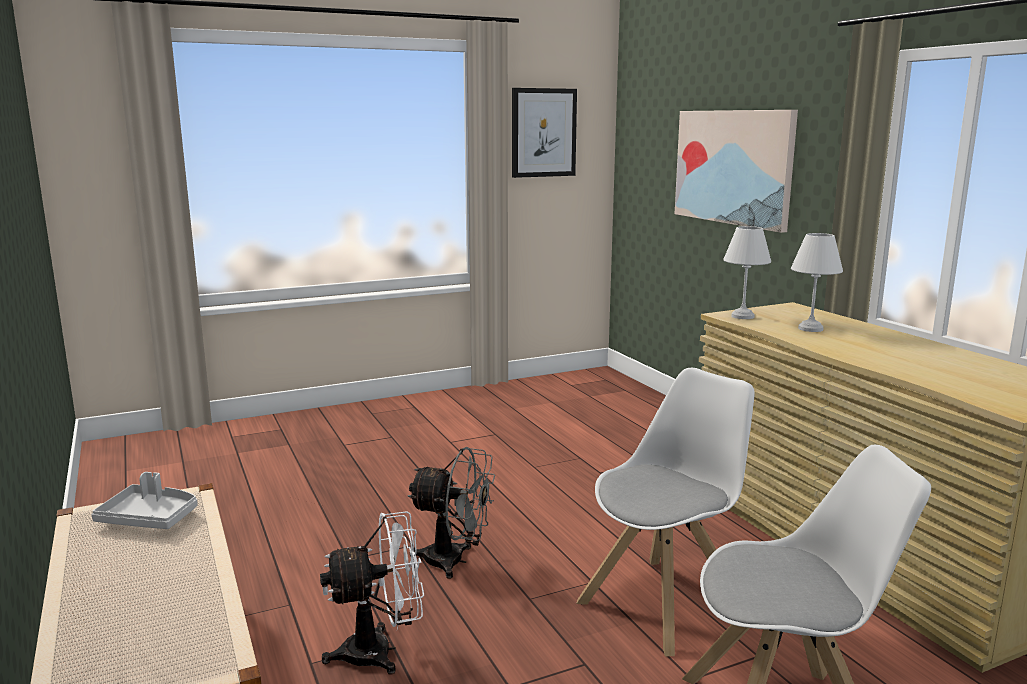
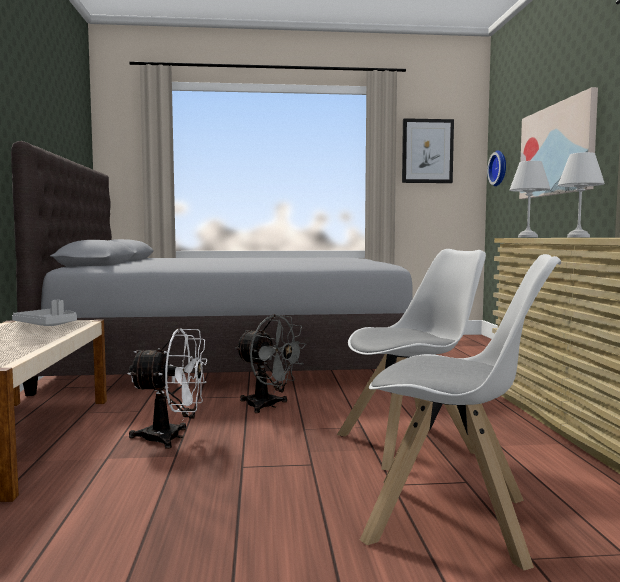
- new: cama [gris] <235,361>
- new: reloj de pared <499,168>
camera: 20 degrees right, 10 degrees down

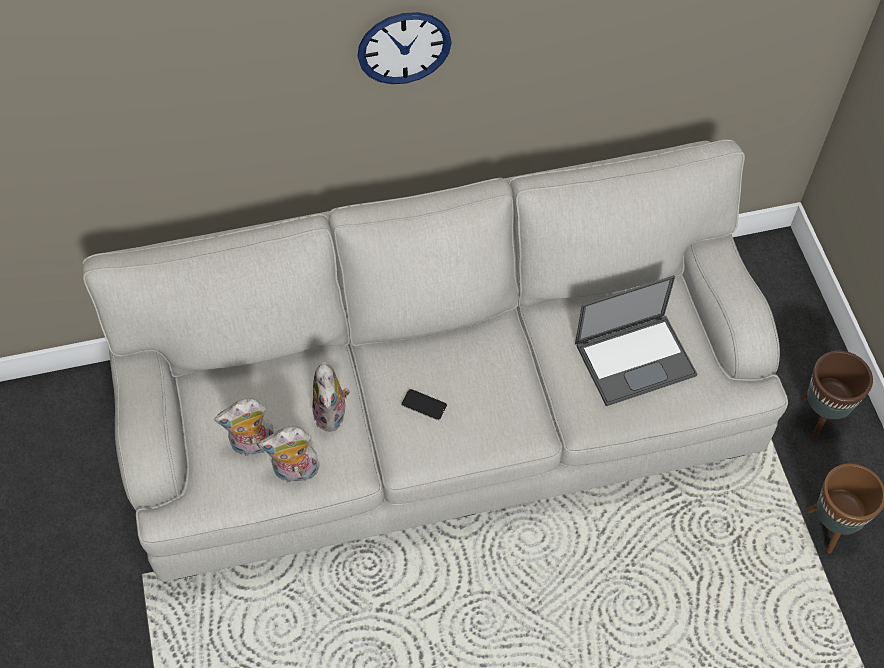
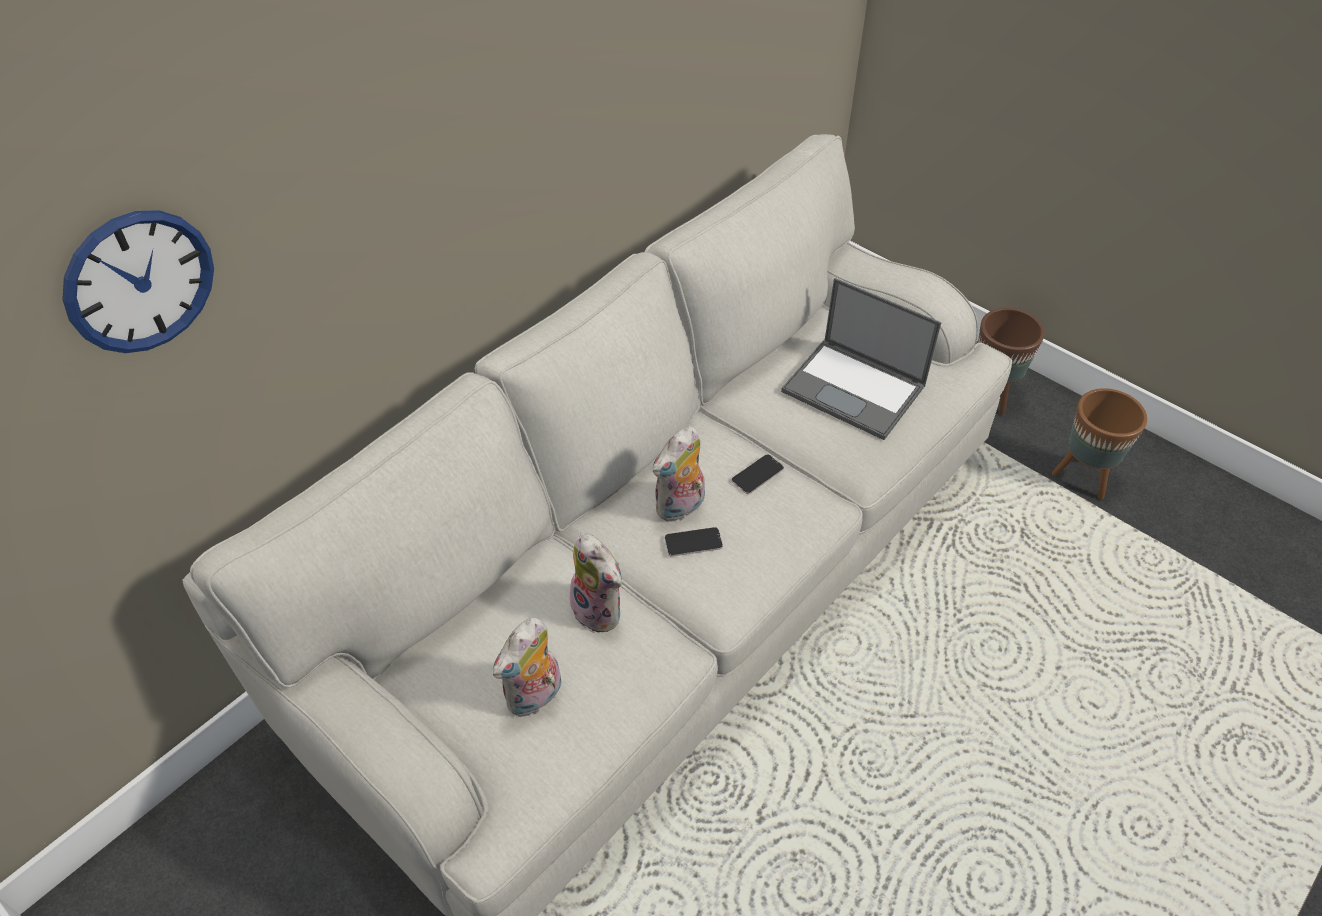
- shifted: peluche <295,472> to <680,508>
- shifted: reloj de pared <404,47> to <140,282>
- rotated: portátil <636,358> = <855,389> 90 degrees clockwise
- new: móvil <757,475>
camera: 35 degrees left, 10 degrees down

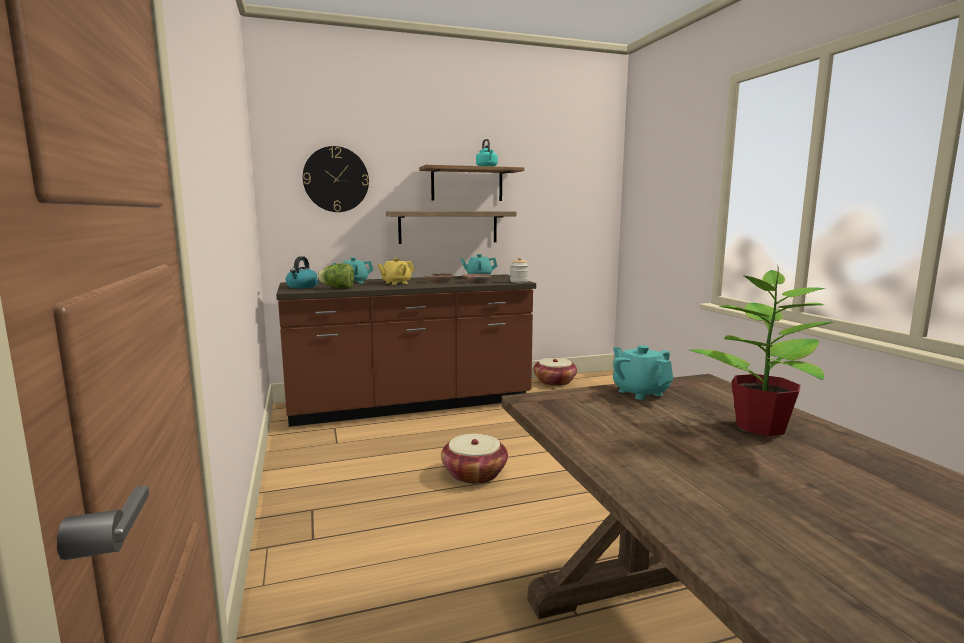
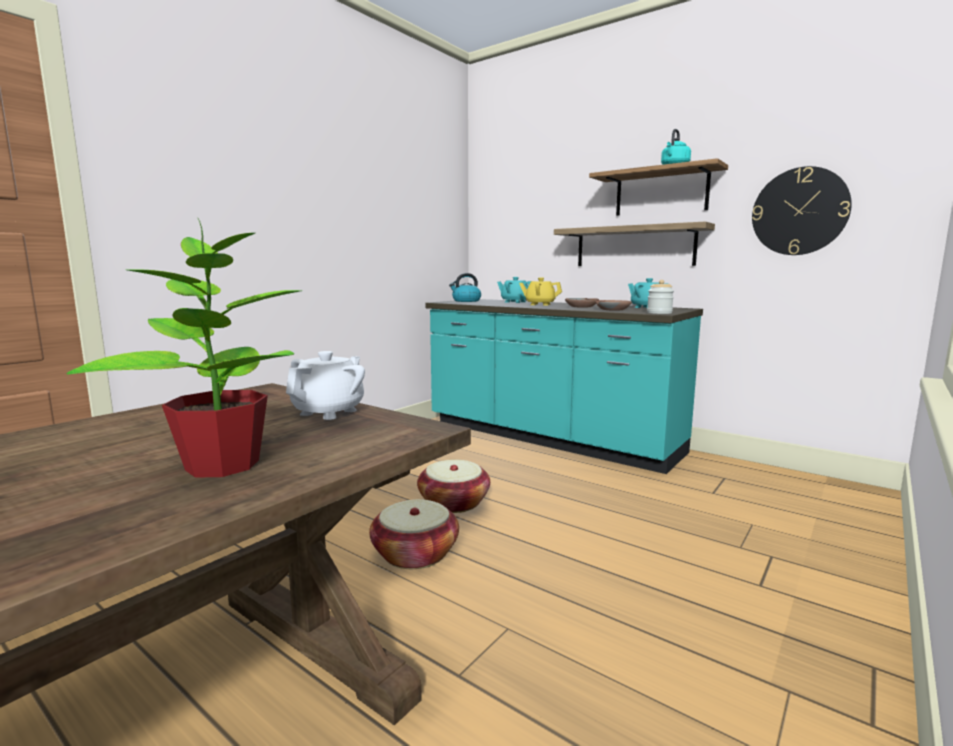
- repainted: mueble bajo de cocina [marrón] <410,405> to mueble bajo de cocina [turquesa] <549,438>
- shifted: reloj de pared <336,179> to <799,211>
- gone: lechuga <337,288>
- shifted: cesta <554,382> to <415,554>
- repainted: tetera [turquesa] <640,392> to tetera [blanco] <329,412>
camera: 55 degrees right, 0 degrees up

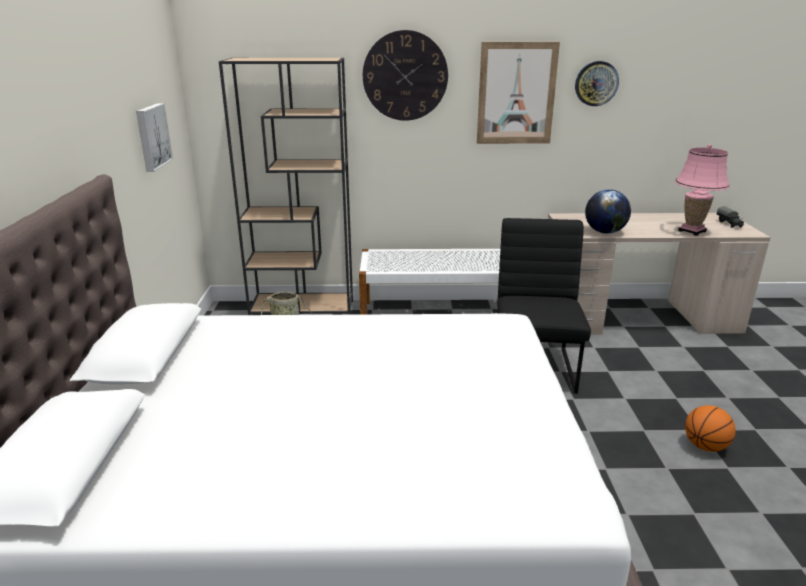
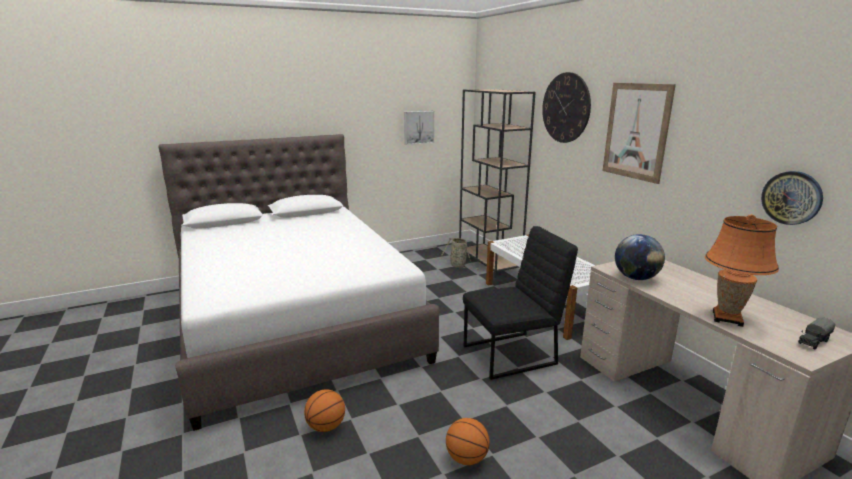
- shifted: reloj de pared <596,83> to <791,197>
- repainted: lámpara de mesa [rosa] <692,231> to lámpara de mesa [naranja] <727,318>
- new: balón de baloncesto <326,426>
camera: 65 degrees right, 5 degrees down

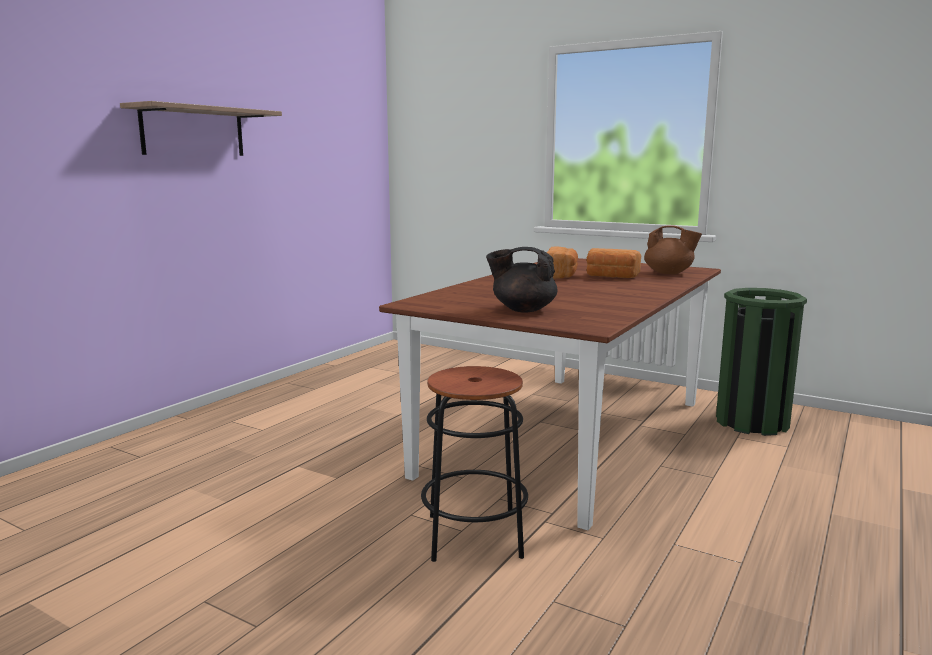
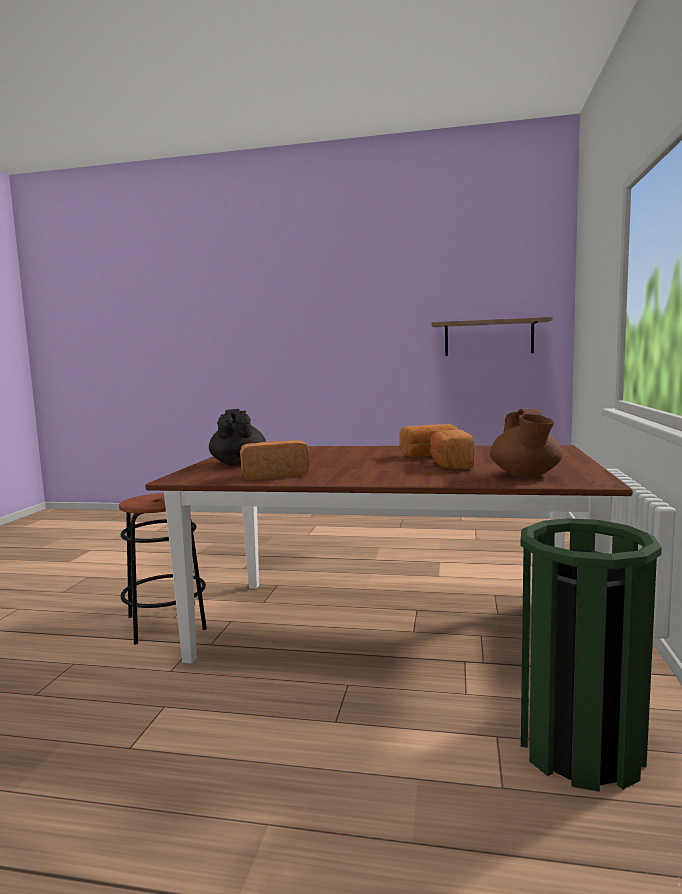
- shifted: estante <193,132> to <488,338>
- new: pan <273,475>
camera: 70 degrees right, 5 degrees down

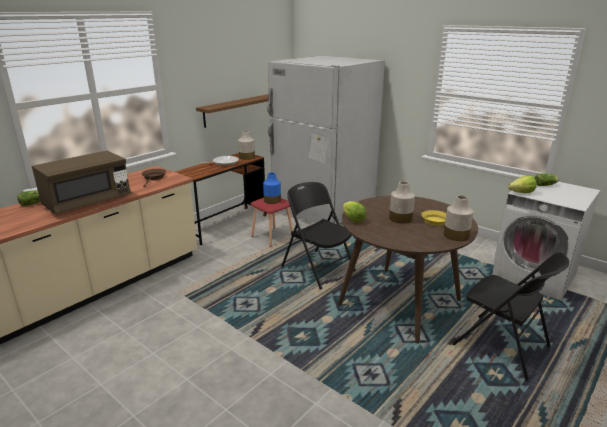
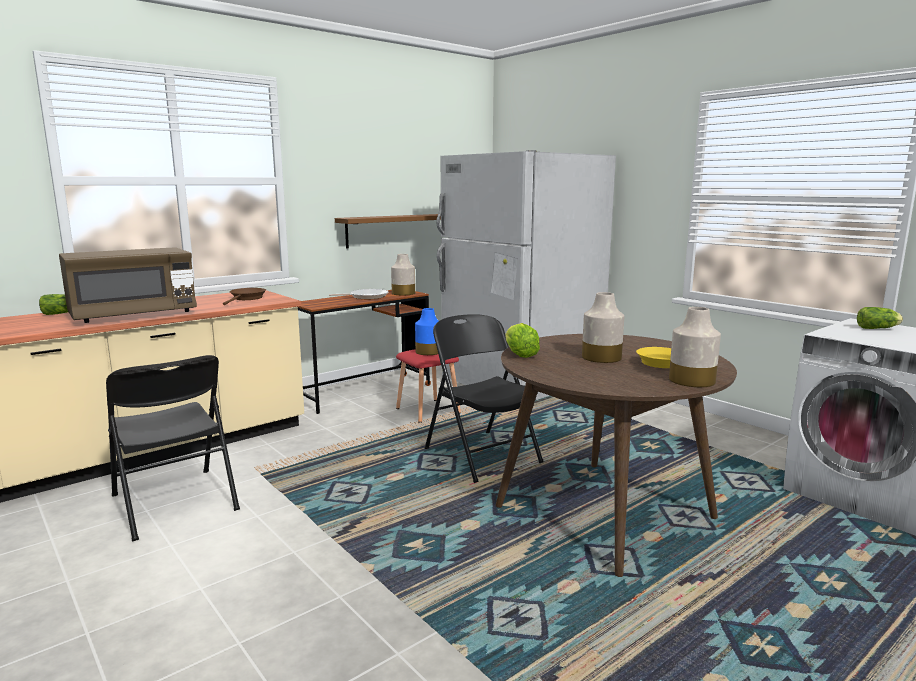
- shifted: silla [negro] <501,346> to <174,503>
- gone: lechuga <521,193>
camera: 10 degrees right, 10 degrees down

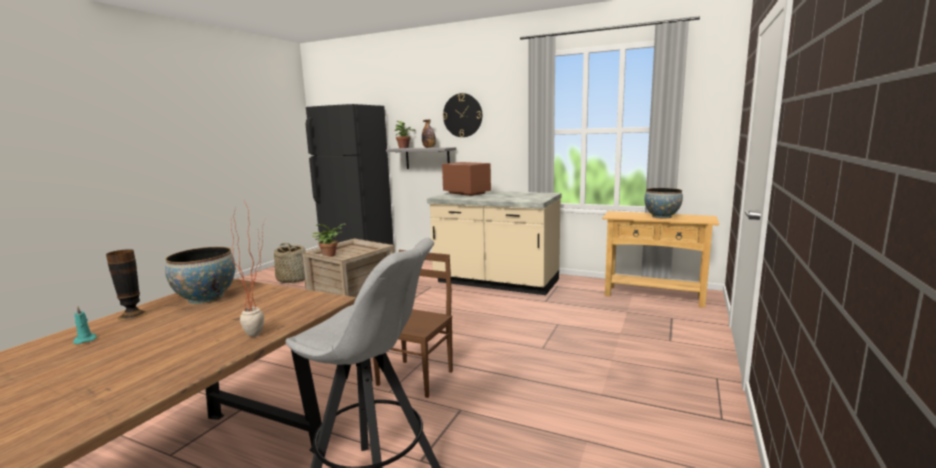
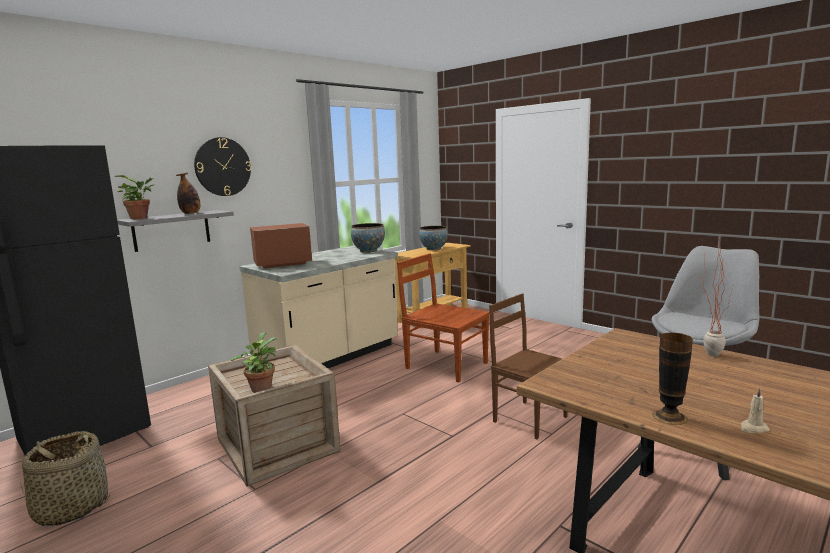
- repainted: vela [turquesa] <85,340> to vela [beis] <753,428>
- shifted: cuenco <206,298> to <368,251>
- new: silla [marrón] <445,365>
camera: 70 degrees left, 0 degrees up

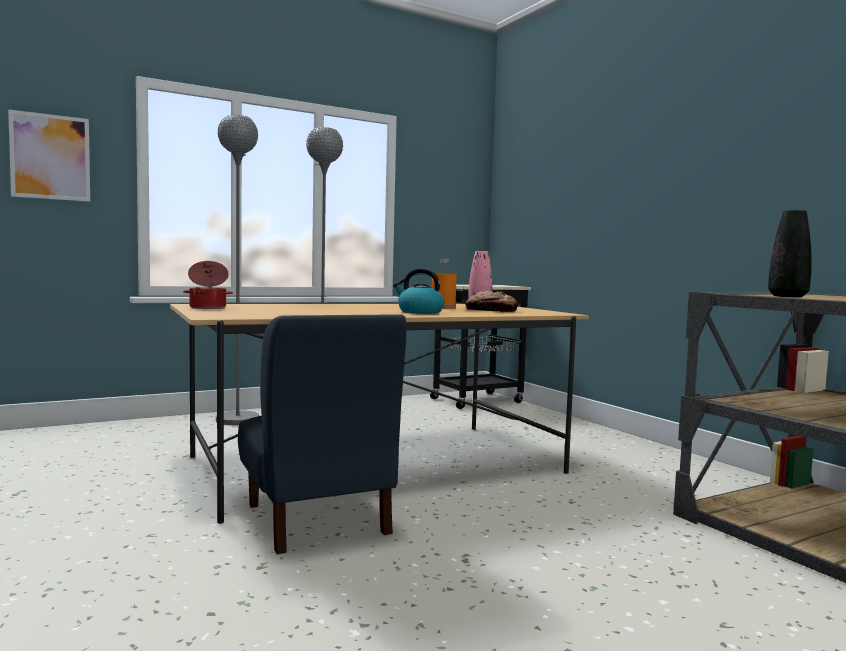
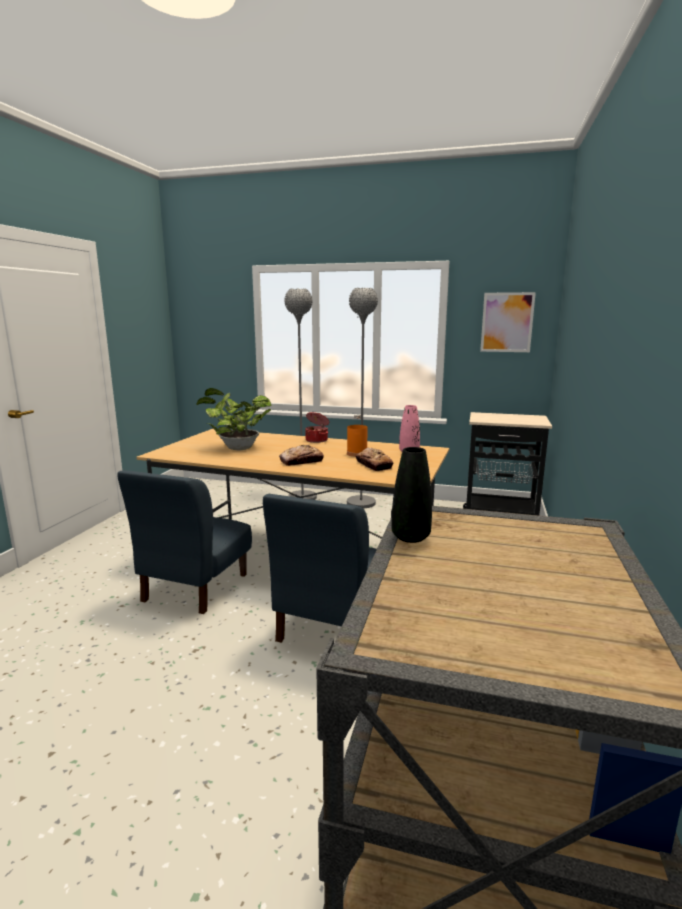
- shifted: cuadro <50,157> to <507,322>
- shifted: olla <208,308> to <317,440>
- swapped: hervidor <419,312> to pan <301,461>
- new: planta en maceta <236,448>
- new: silla [azul] <330,624>
camera: 45 degrees right, 10 degrees up

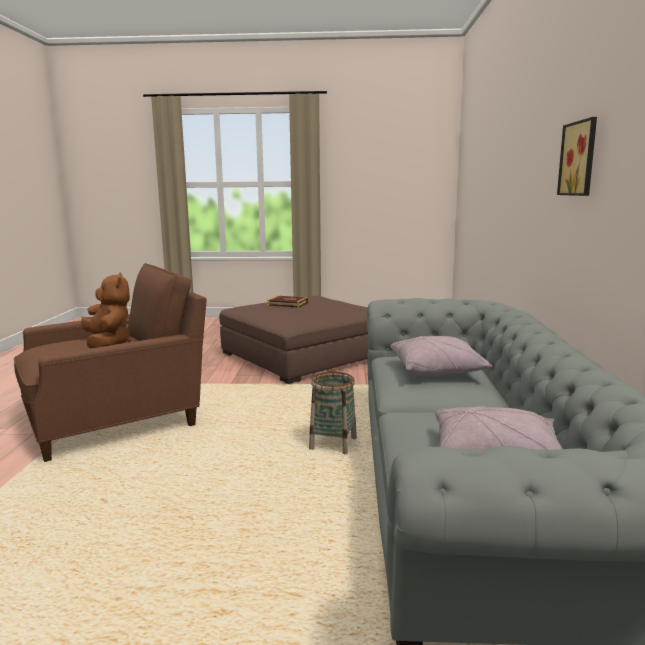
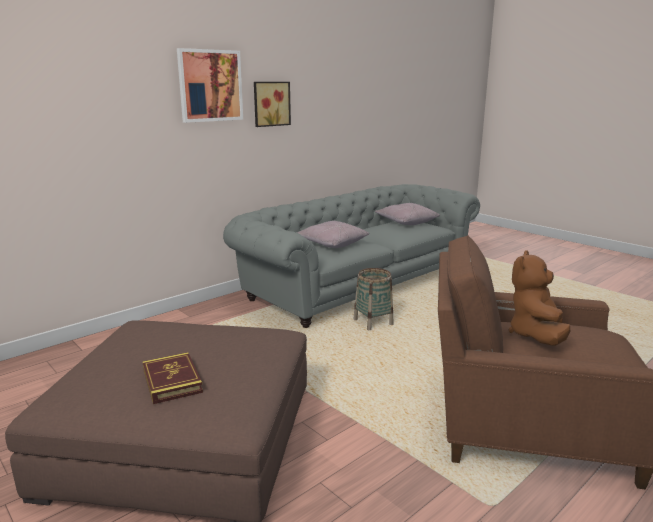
- new: cuadro <210,85>
camera: 135 degrees left, 5 degrees up

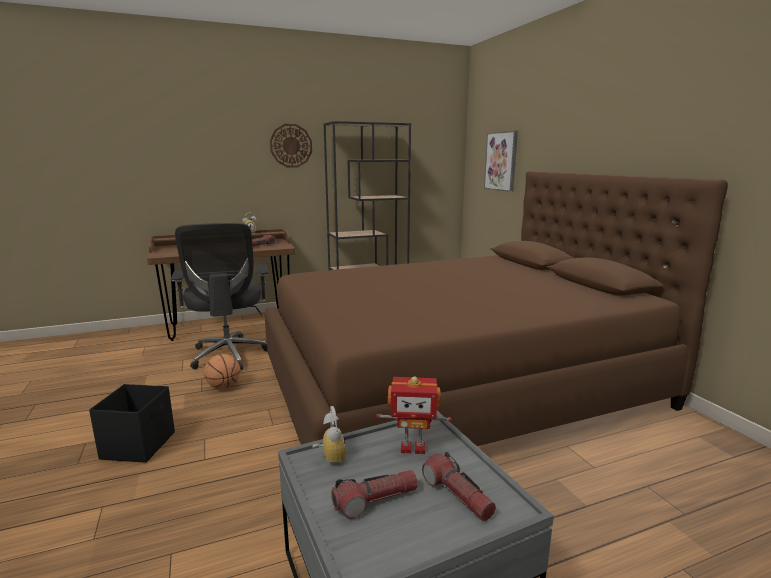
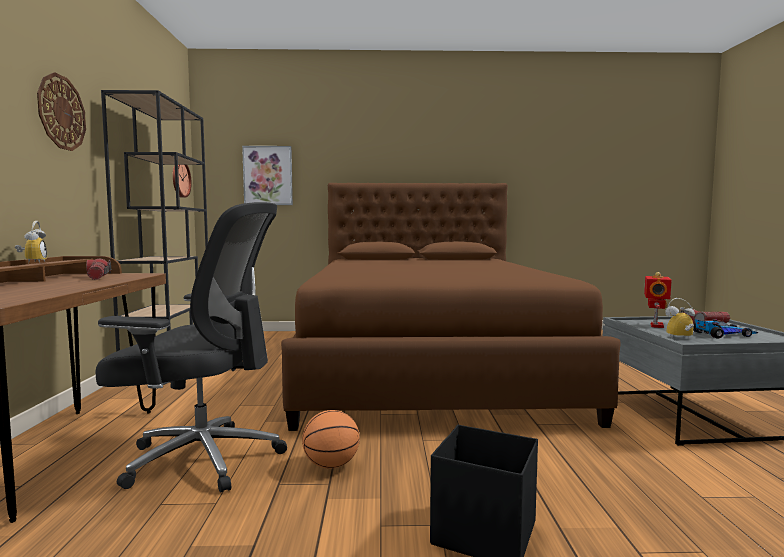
- swapped: linterna <375,500> to coche de juguete <723,334>
- new: reloj de pared <180,179>
camera: 70 degrees left, 10 degrees down

